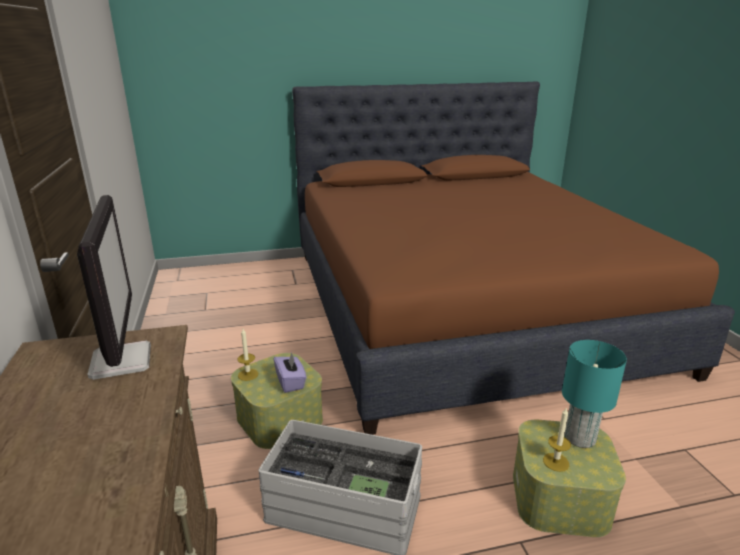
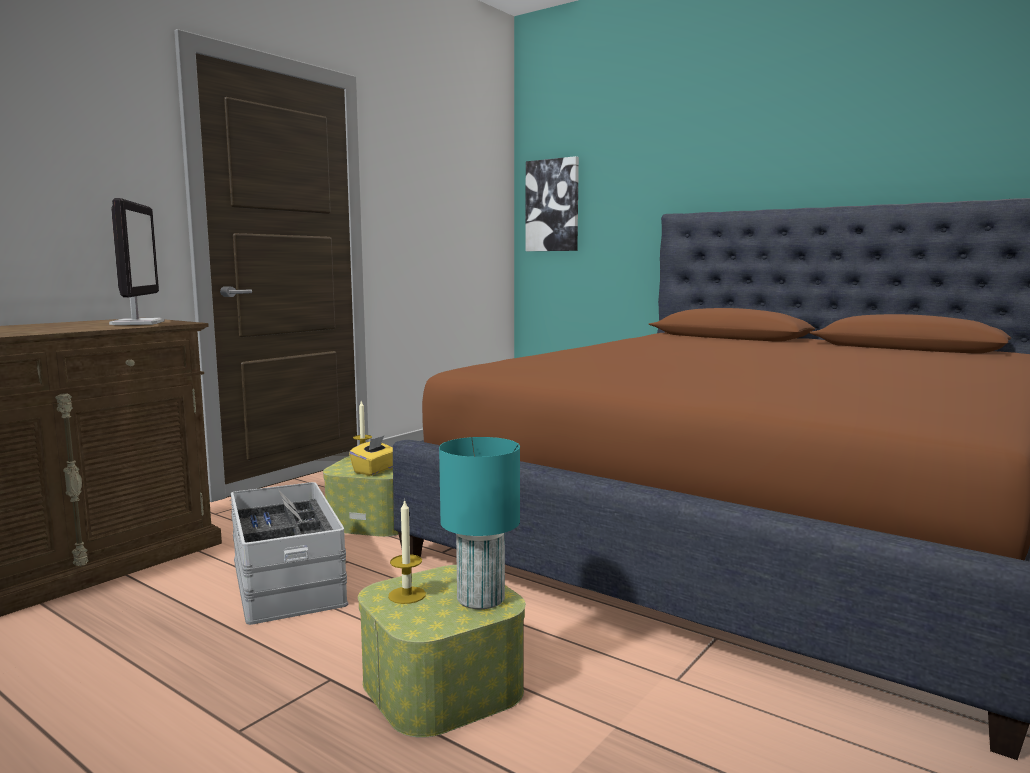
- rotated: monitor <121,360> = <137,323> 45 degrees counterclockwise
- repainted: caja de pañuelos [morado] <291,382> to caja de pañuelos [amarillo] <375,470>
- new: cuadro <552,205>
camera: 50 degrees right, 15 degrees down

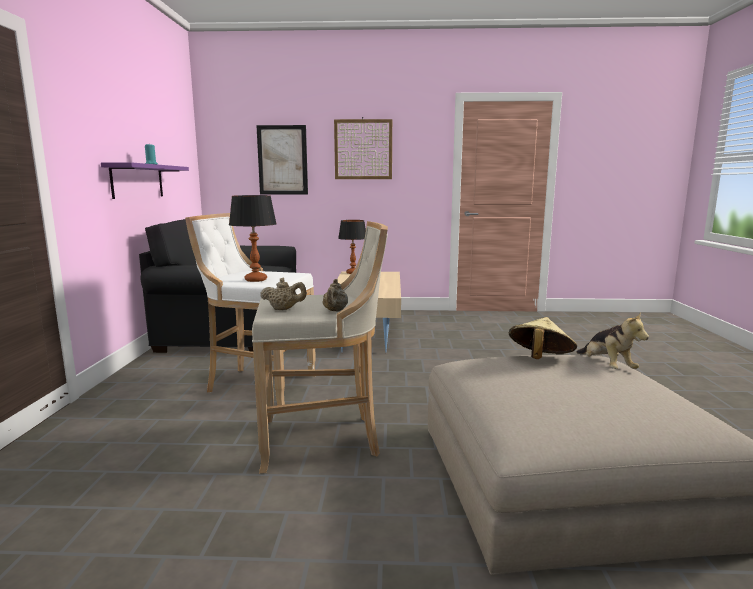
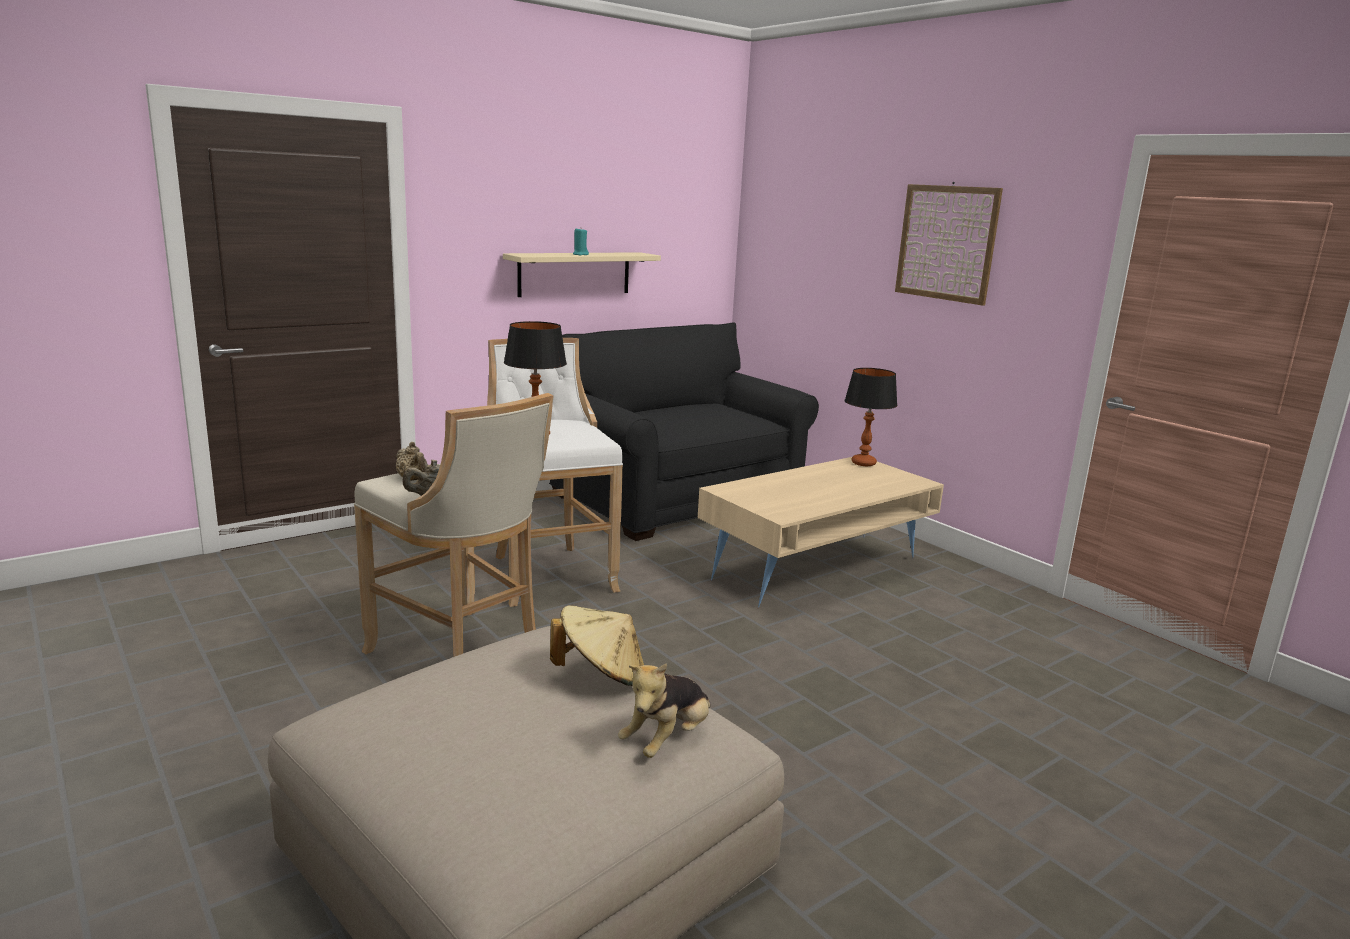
- repainted: estante [morado] <137,181> to estante [beis] <574,274>
- gone: cuadro <282,160>
camera: 50 degrees right, 5 degrees up

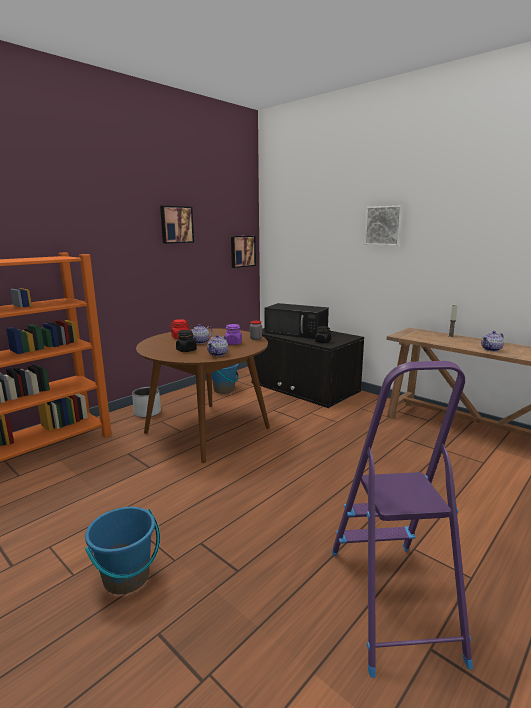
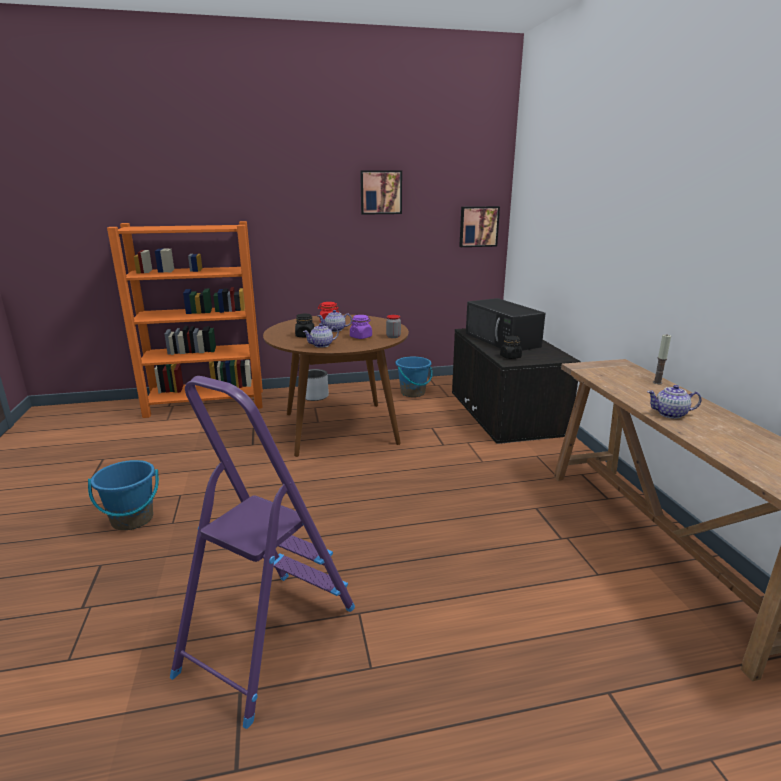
- gone: cuadro <384,225>
camera: 35 degrees right, 5 degrees up

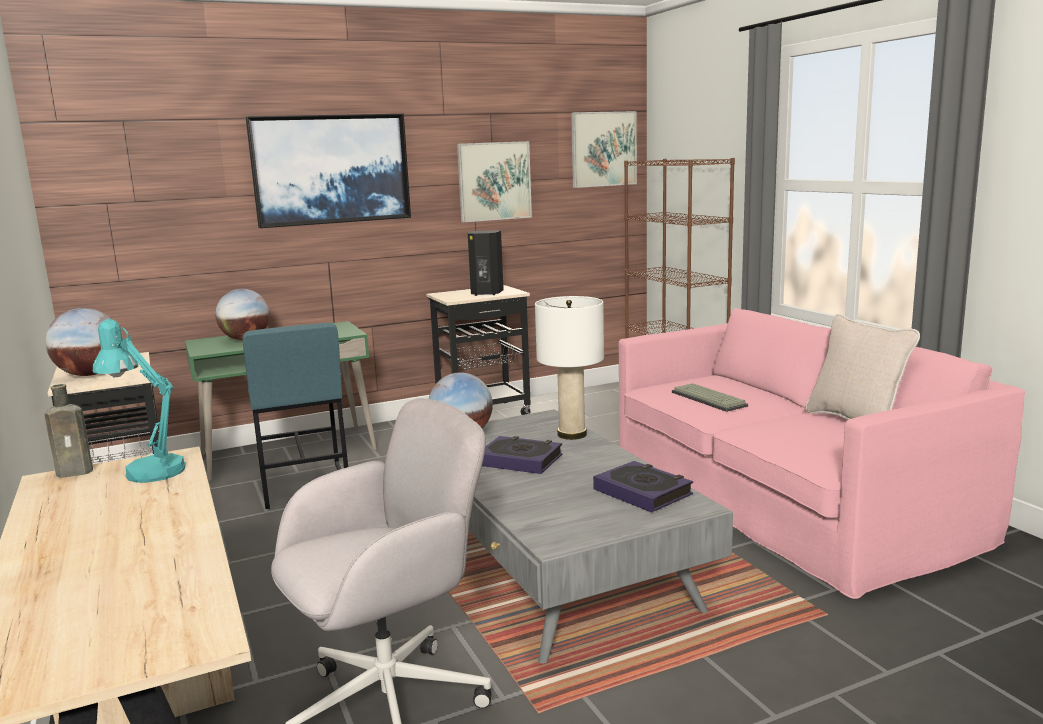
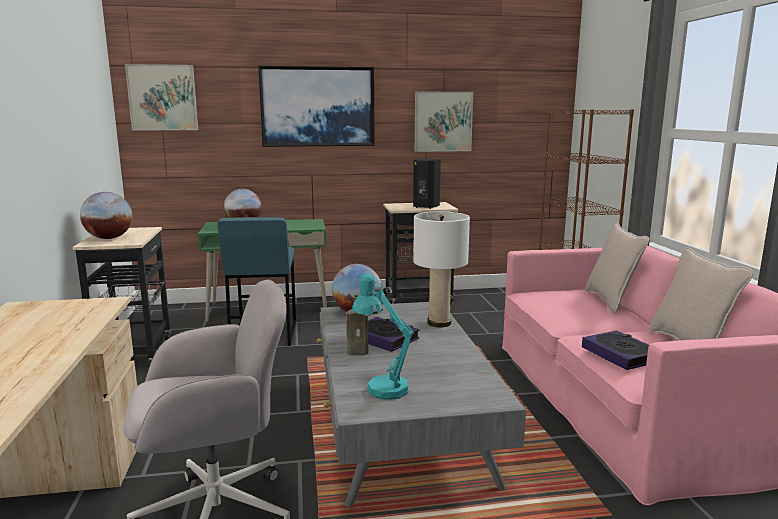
- shifted: botella [marrón] <77,472> to <359,352>
- shifted: lámpara de mesa [turquesa] <148,469> to <382,386>
- shifted: cuadro <603,149> to <162,97>
- shifted: libro <642,492> to <621,354>
- gone: teclado <710,399>
- new: cojín [beis] <611,301>
camera: 15 degrees right, 0 degrees up

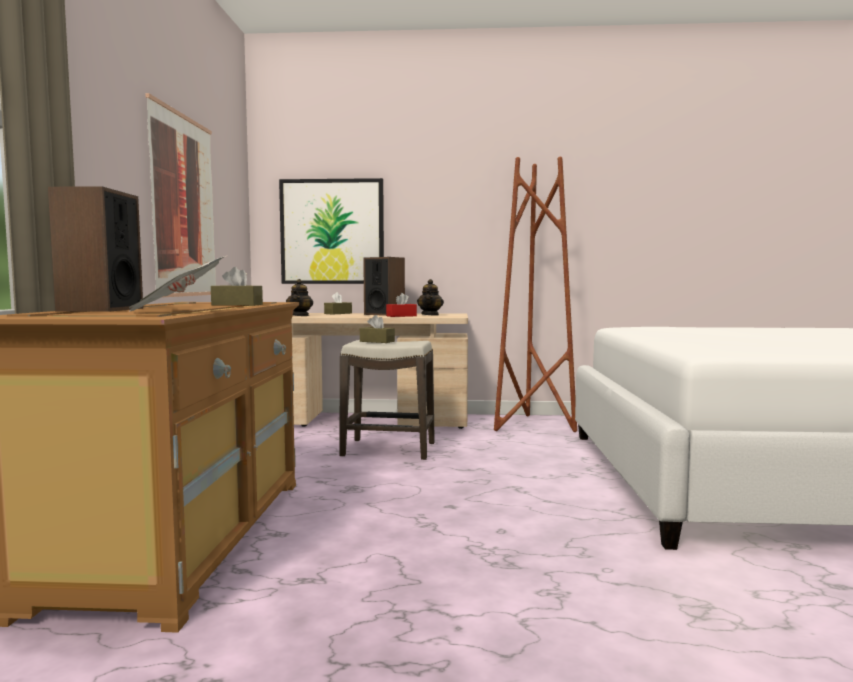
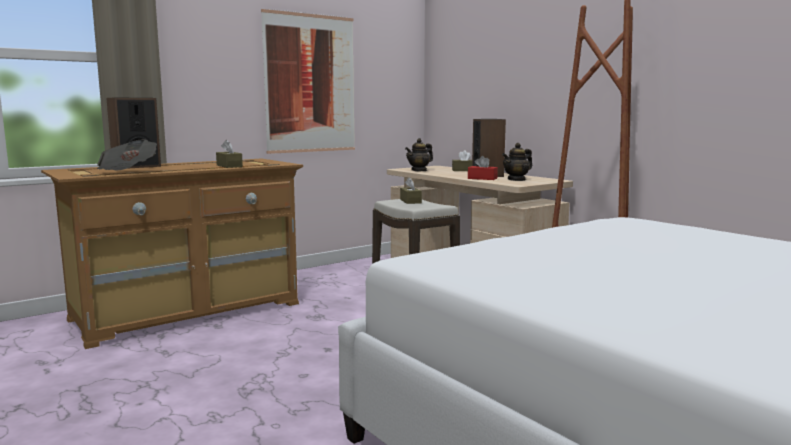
- gone: cuadro <332,232>
camera: 50 degrees right, 5 degrees up

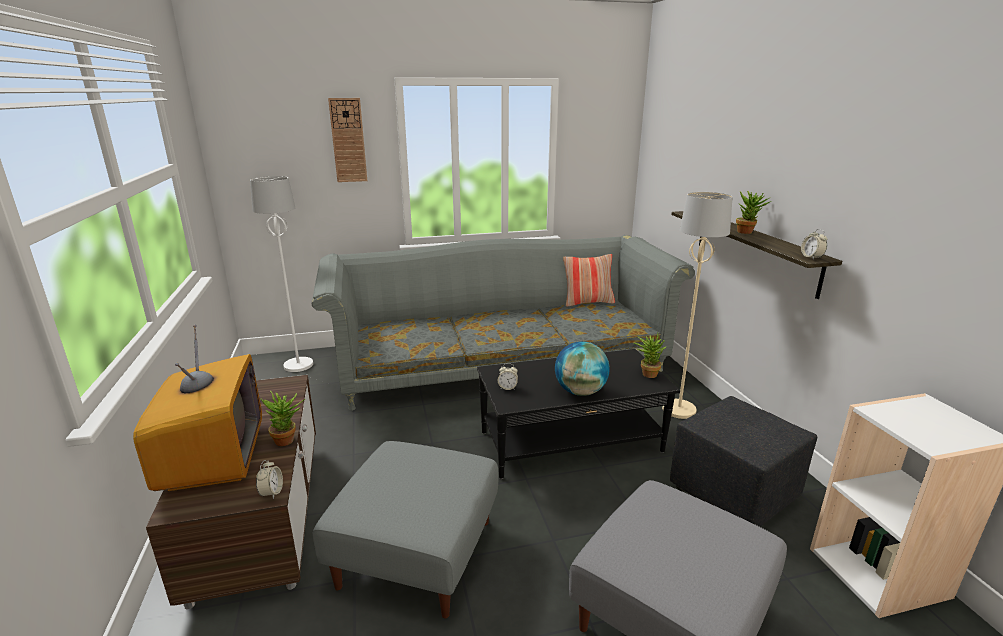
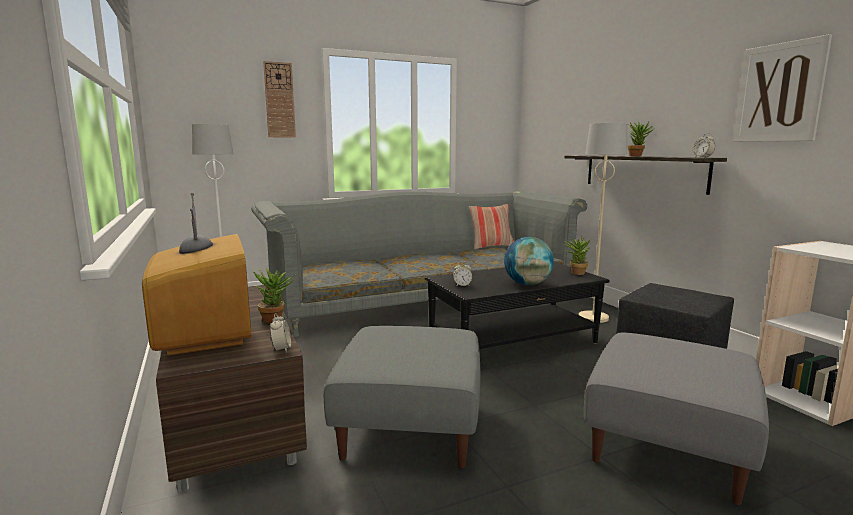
- new: cuadro <779,93>
camera: 10 degrees left, 10 degrees down

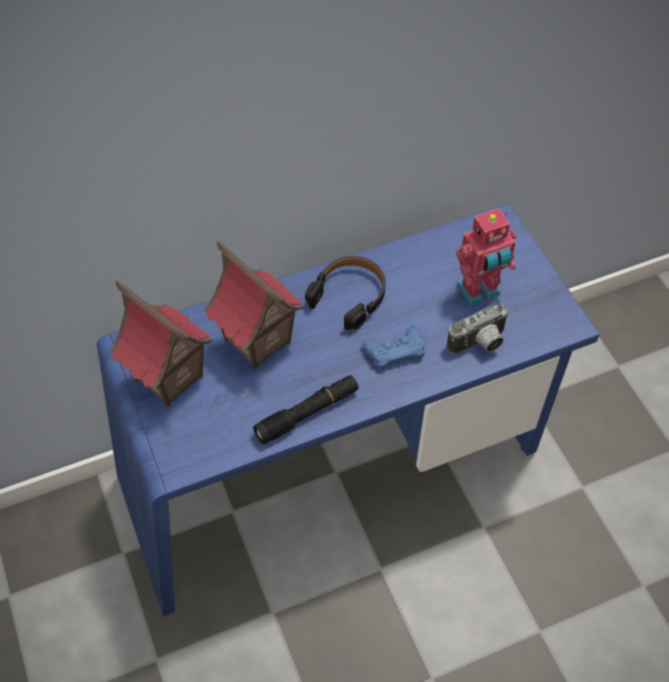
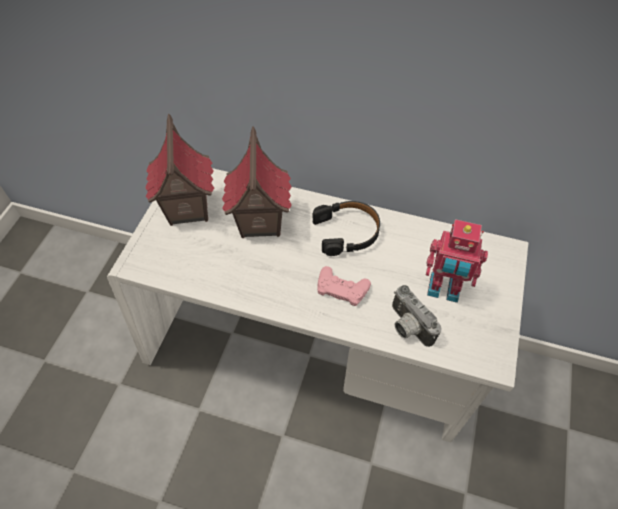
- repainted: escritorio [azul] <334,471> to escritorio [blanco] <309,354>
- gone: linterna [negro] <307,413>
- repainted: mando de consola [azul] <395,350> to mando de consola [rosa] <342,288>
- rotated: cámara <479,344> = <407,327> 45 degrees clockwise
camera: 40 degrees right, 0 degrees up

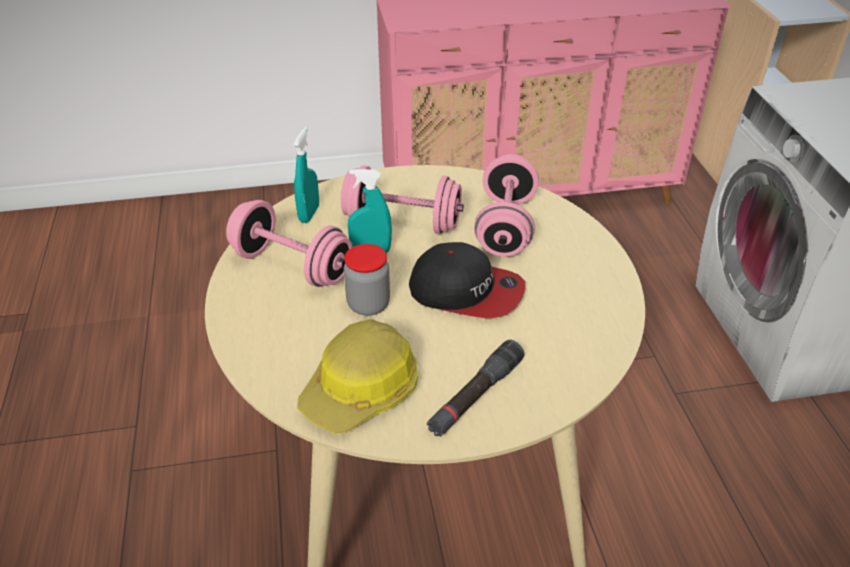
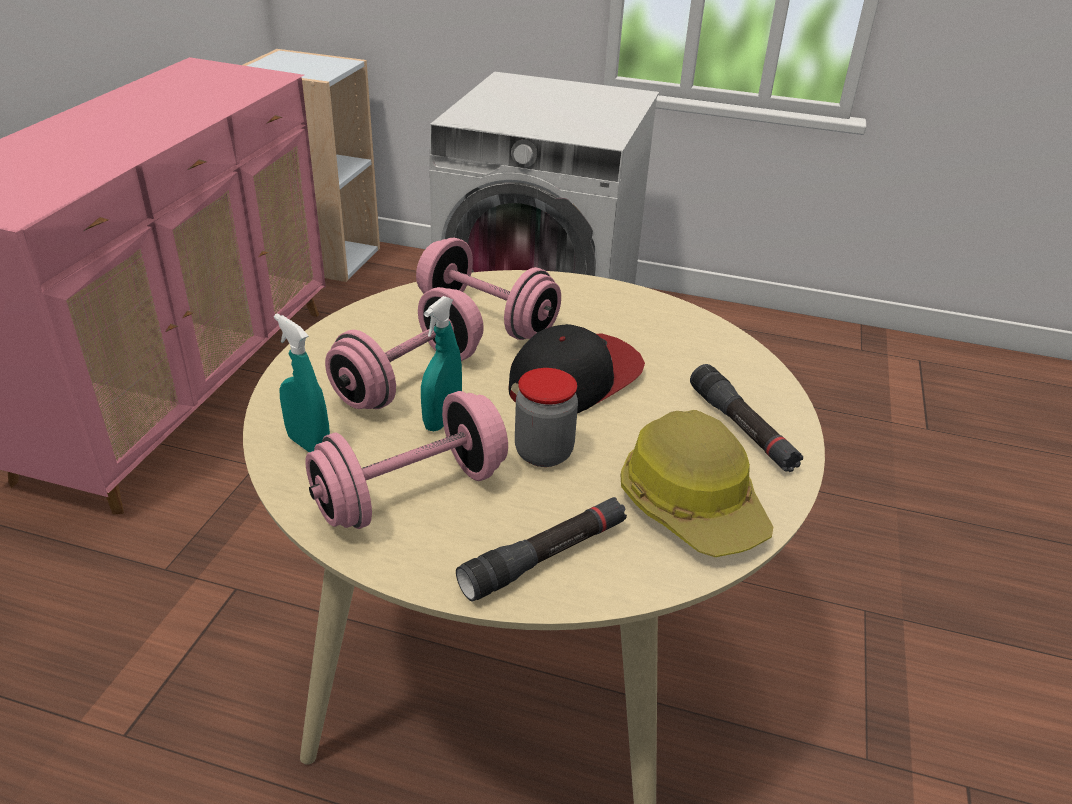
- new: linterna [negro] <545,557>
camera: 65 degrees left, 5 degrees down

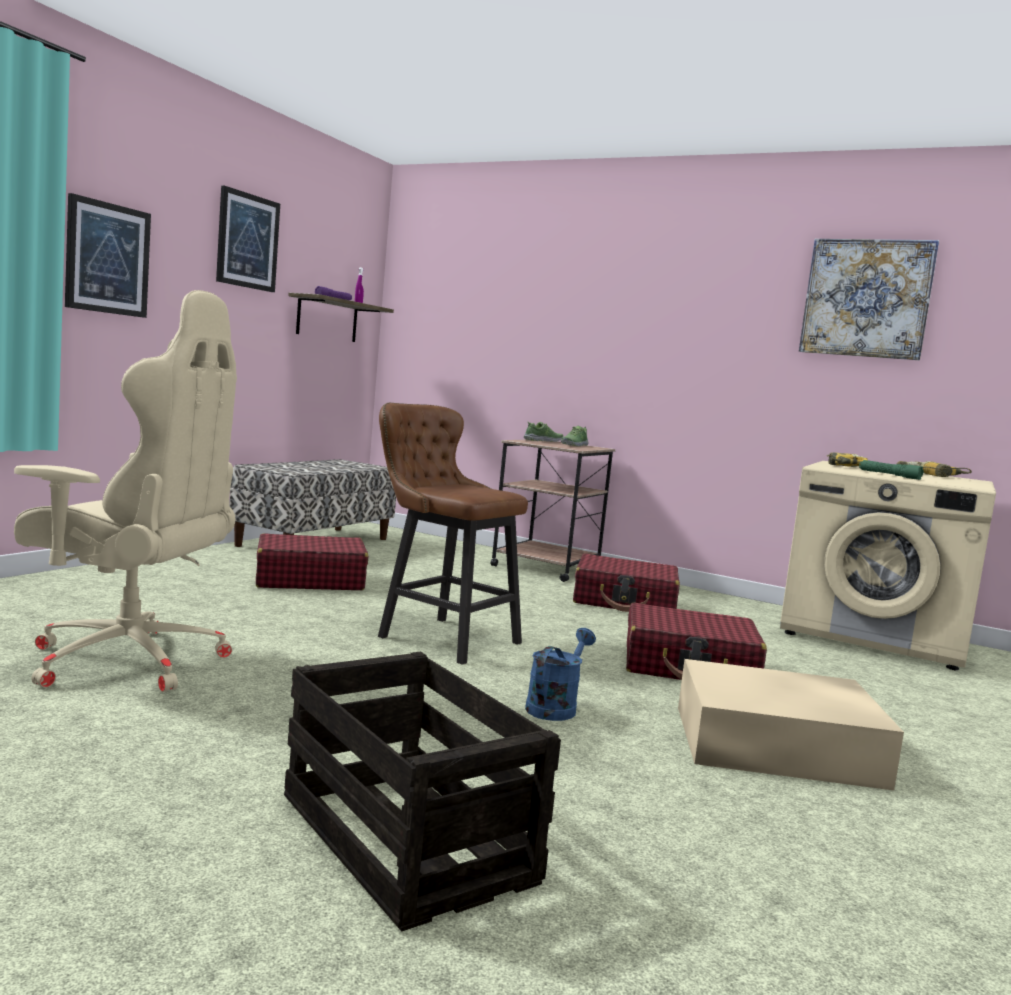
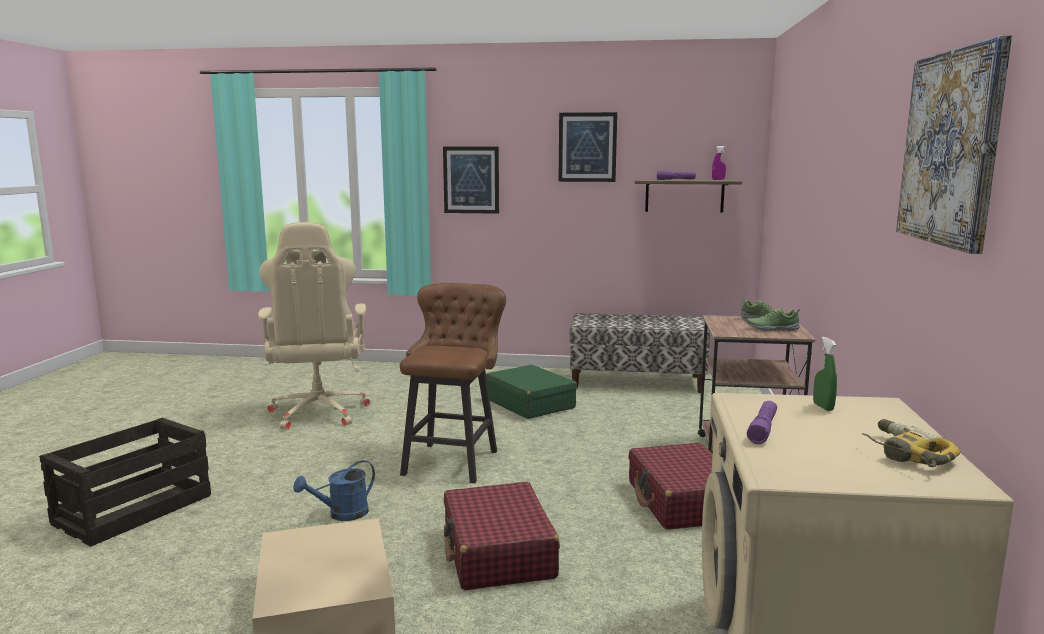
- repainted: maleta [rojo] <309,580> to maleta [verde] <530,403>
- rotated: regadera [azul] <555,707> = <342,514> 135 degrees clockwise
- swapped: taladro <844,466> to pulverizador [verde] <823,407>
- repainted: linterna [verde] <889,475> to linterna [morado] <763,429>
camera: 70 degrees right, 5 degrees up

